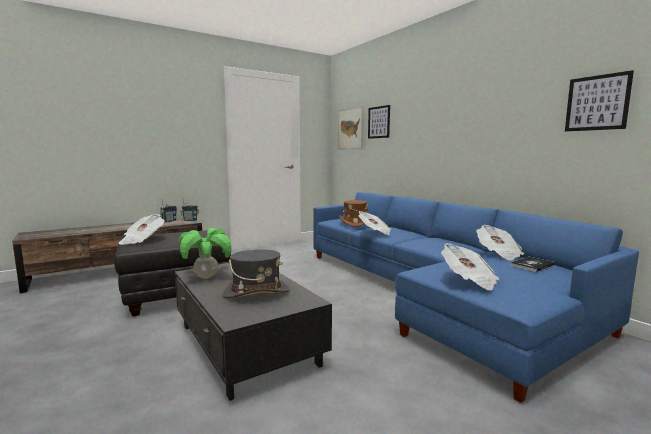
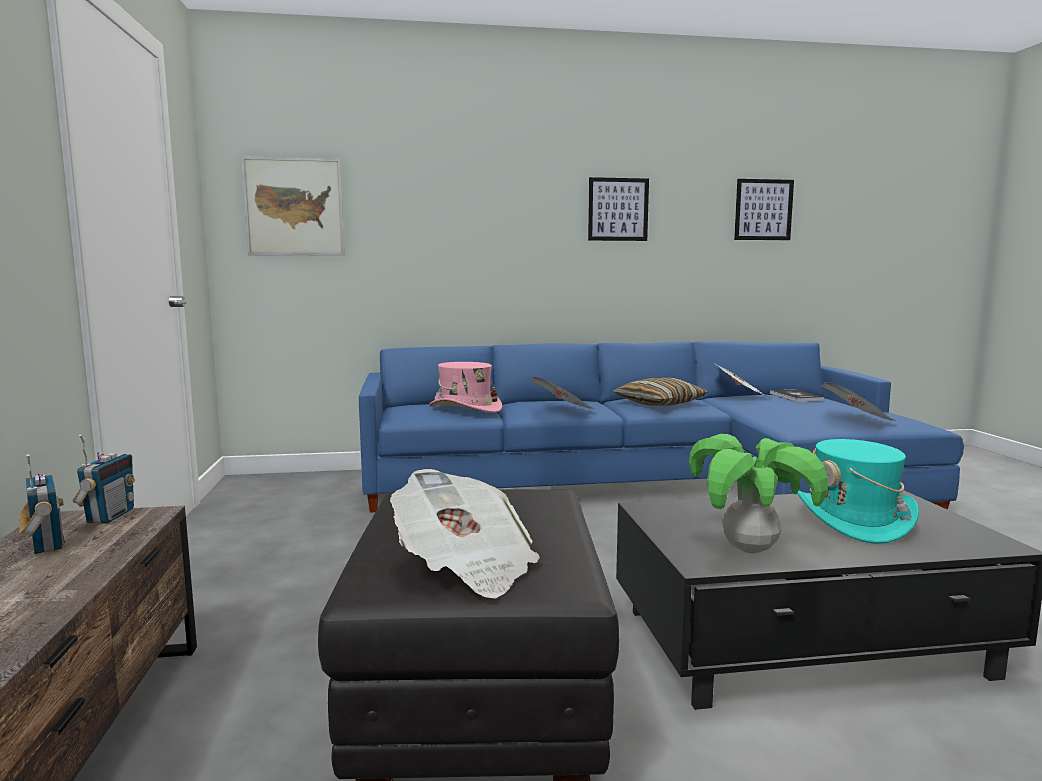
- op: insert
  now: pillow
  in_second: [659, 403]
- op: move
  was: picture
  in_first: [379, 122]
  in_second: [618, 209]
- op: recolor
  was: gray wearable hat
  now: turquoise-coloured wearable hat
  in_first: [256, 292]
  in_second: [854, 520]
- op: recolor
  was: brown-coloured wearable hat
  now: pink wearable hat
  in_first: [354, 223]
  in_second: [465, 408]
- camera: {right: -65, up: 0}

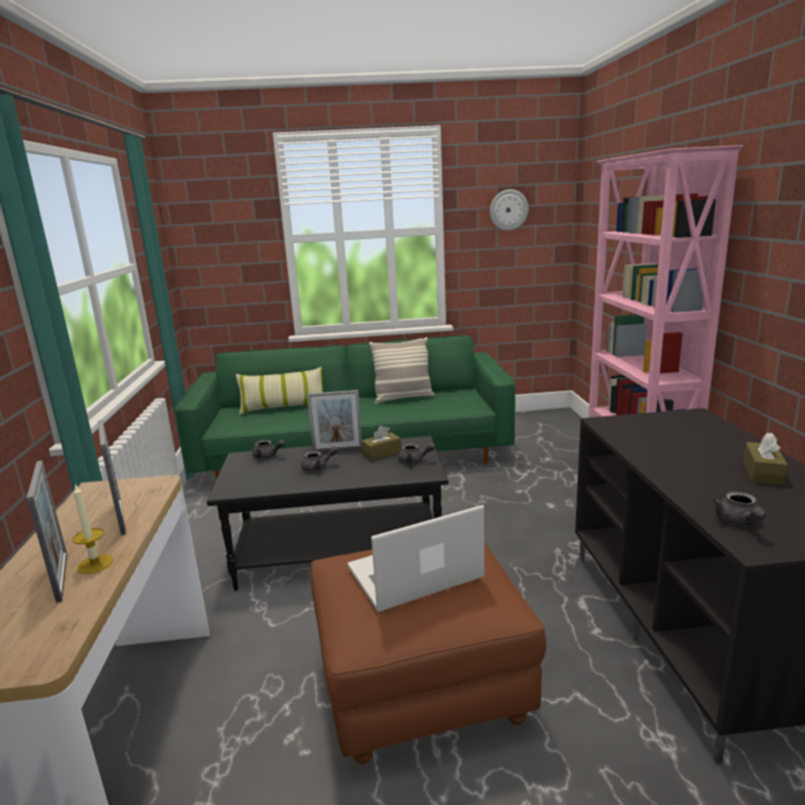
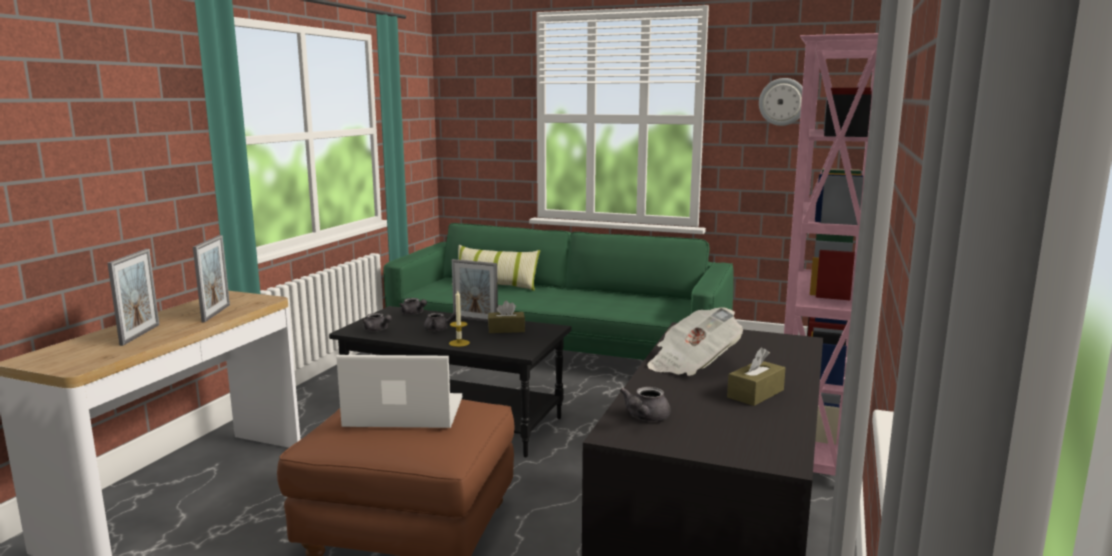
- op: delete
  was: pillow
  in_first: [403, 398]
- op: insert
  now: daily paper
  in_second: [692, 365]
- op: move
  was: candle
  in_first: [95, 564]
  in_second: [459, 343]
- op: move
  was: gray pot for tea
  in_first: [414, 461]
  in_second: [377, 330]
- camera: {right: 25, up: -5}

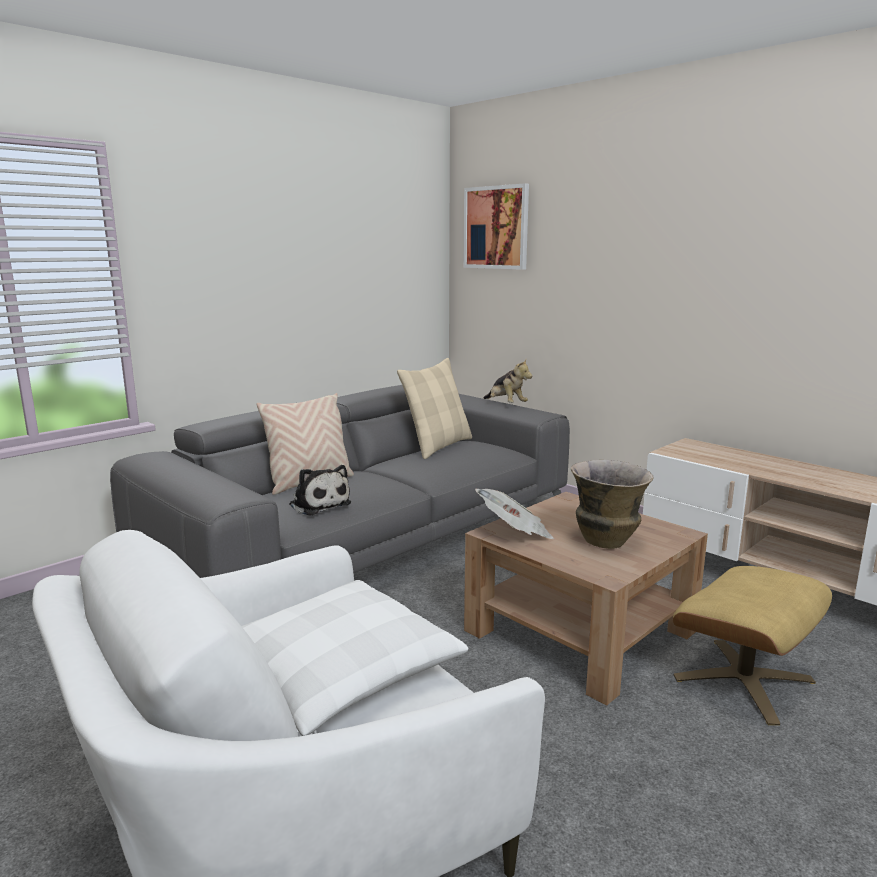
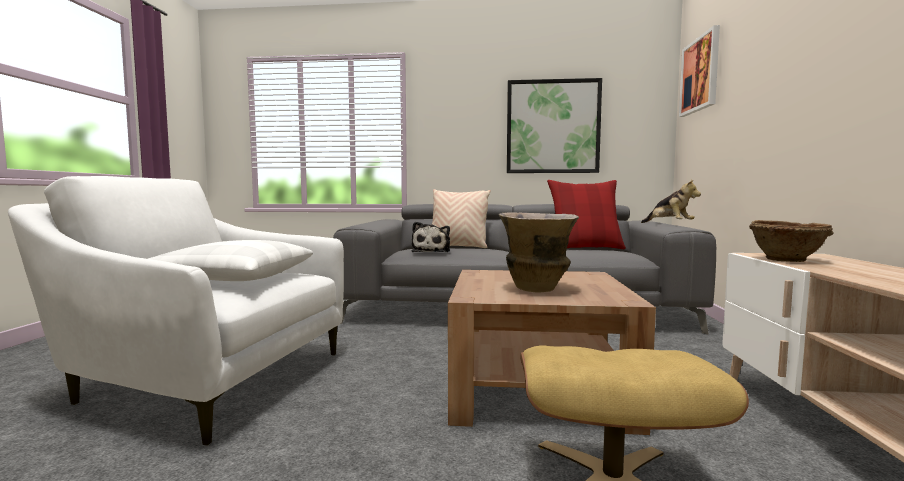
- op: delete
  was: daily paper
  in_first: [515, 533]
- op: insert
  now: picture
  in_second: [553, 127]
- op: insert
  now: brown-coloured deep dish
  in_second: [787, 260]
- op: recolor
  was: beige pillow
  now: red-coloured pillow
  in_first: [438, 446]
  in_second: [585, 248]
- op: rotate
  was: soft toy
  in_first: [506, 404]
  in_second: [669, 224]
  clockwise: -45
- camera: {right: 50, up: -10}

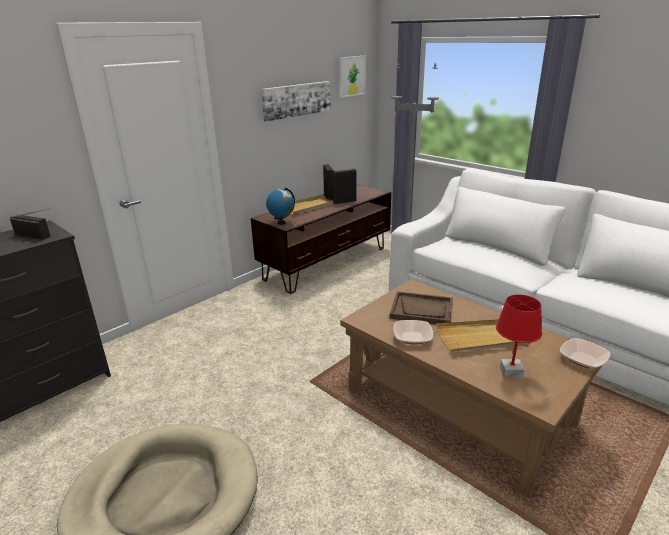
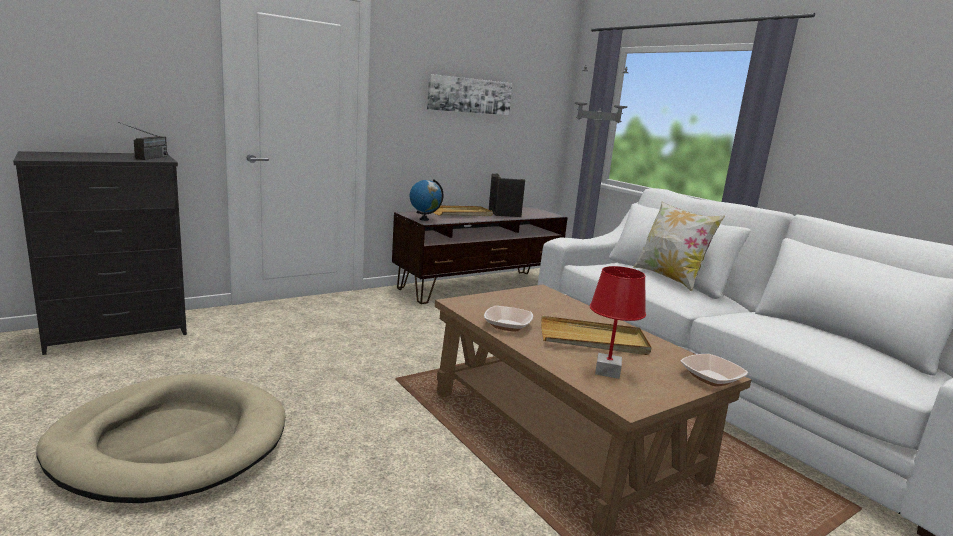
- op: delete
  was: picture
  in_first: [351, 76]
- op: delete
  was: brown-coloured carrying tray
  in_first: [422, 310]
- op: insert
  now: pillow
  in_second: [669, 278]
- op: rotate
  was: radio set
  in_first: [41, 236]
  in_second: [146, 158]
  clockwise: 60
- camera: {right: 10, up: -10}

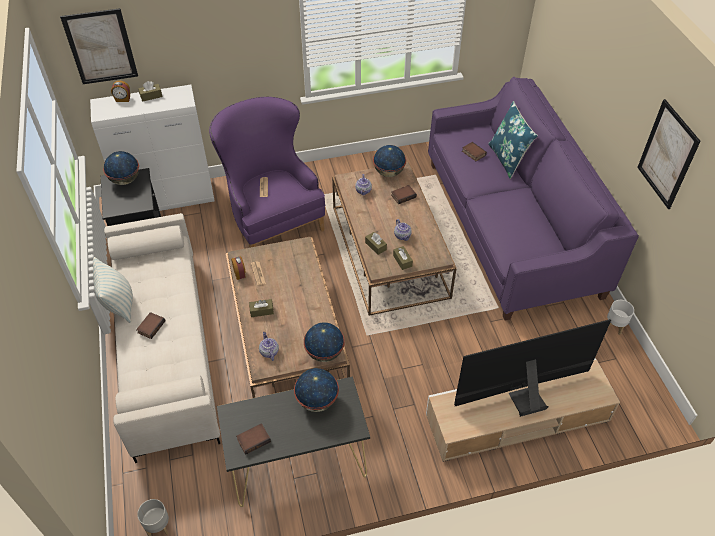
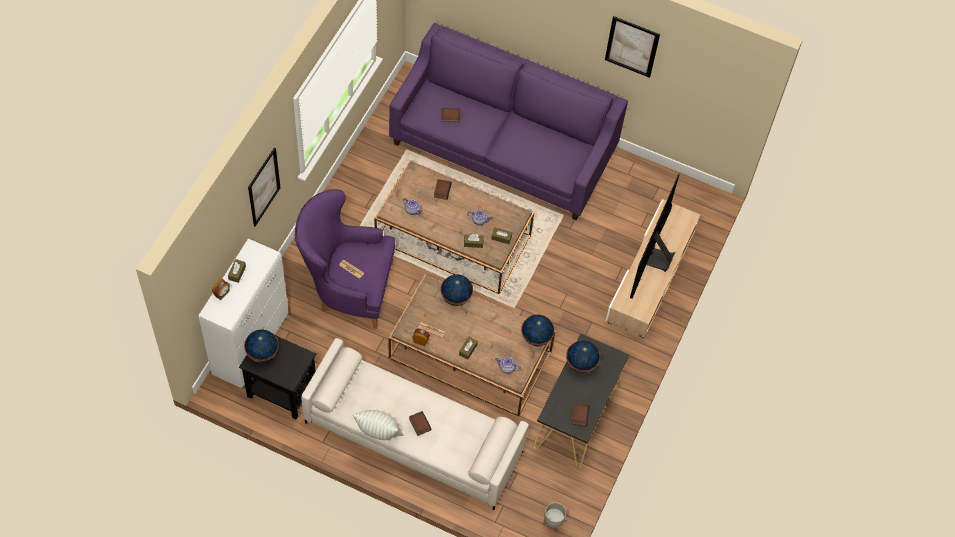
- op: delete
  was: blue pillow
  in_first: [507, 159]
- op: delete
  was: white-coloured planter
  in_first: [615, 326]
- op: move
  was: picture
  in_first: [101, 47]
  in_second: [264, 187]
- op: move
  was: world globe
  in_first: [389, 173]
  in_second: [456, 297]
- camera: {right: -55, up: 10}

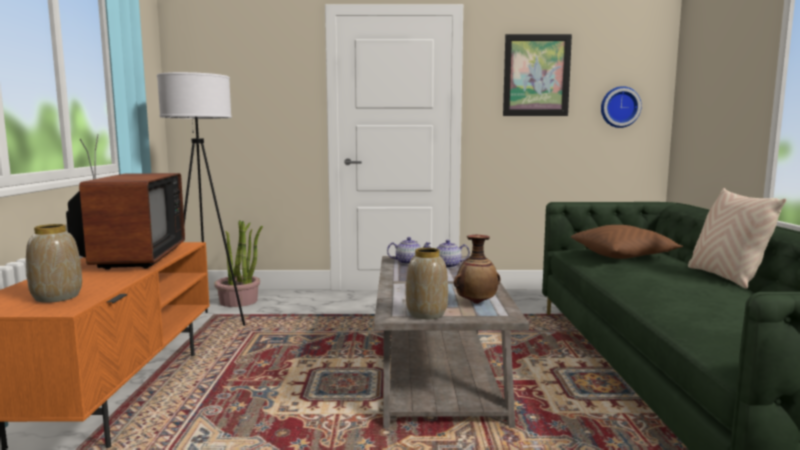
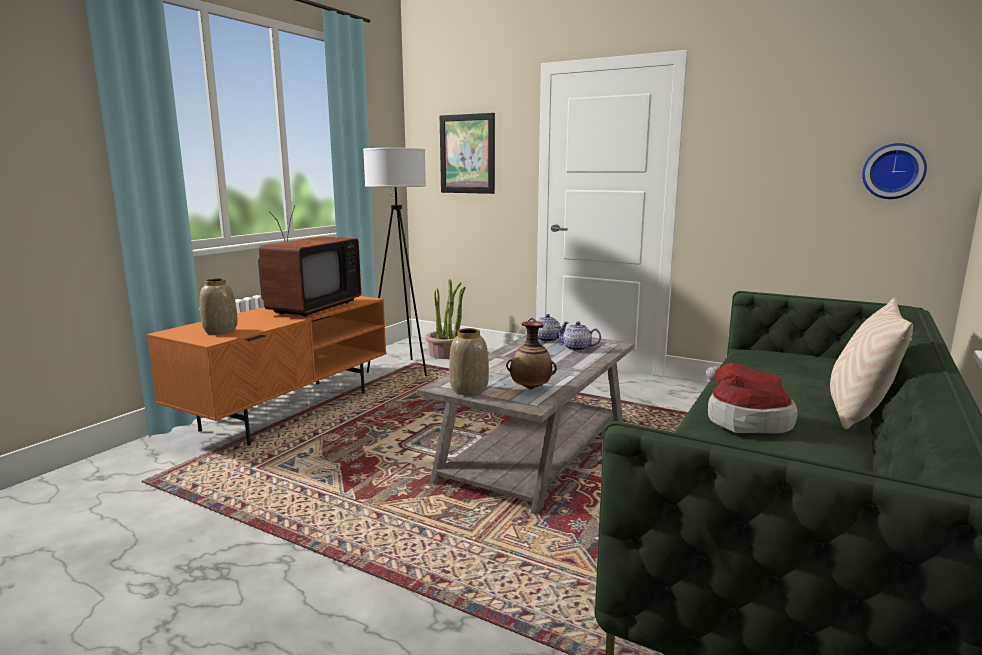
- op: delete
  was: brown-coloured pillow
  in_first: [623, 255]
- op: insert
  now: wearable hat
  in_second: [743, 419]
- op: move
  was: picture
  in_first: [536, 75]
  in_second: [467, 154]
- camera: {right: 30, up: 5}

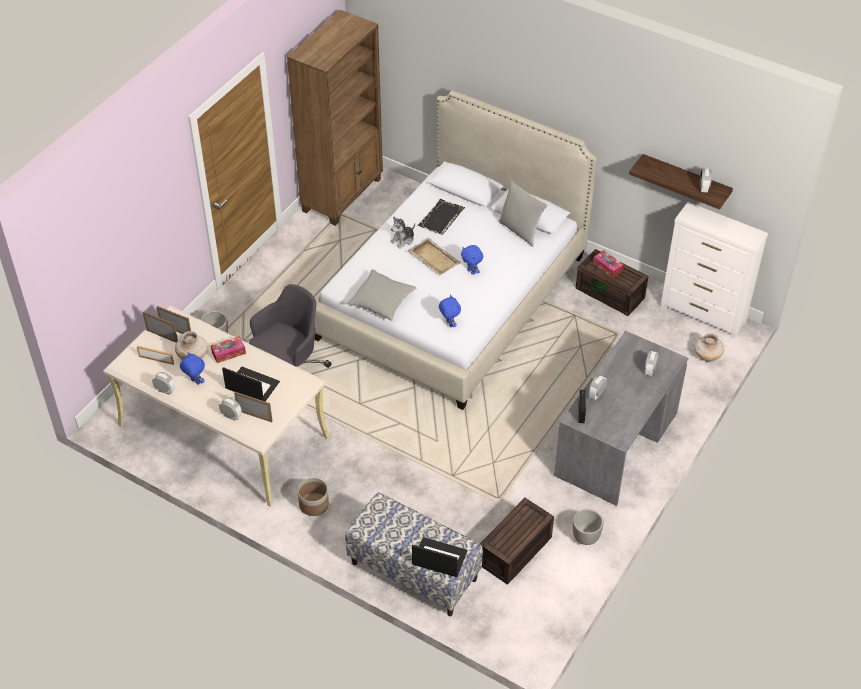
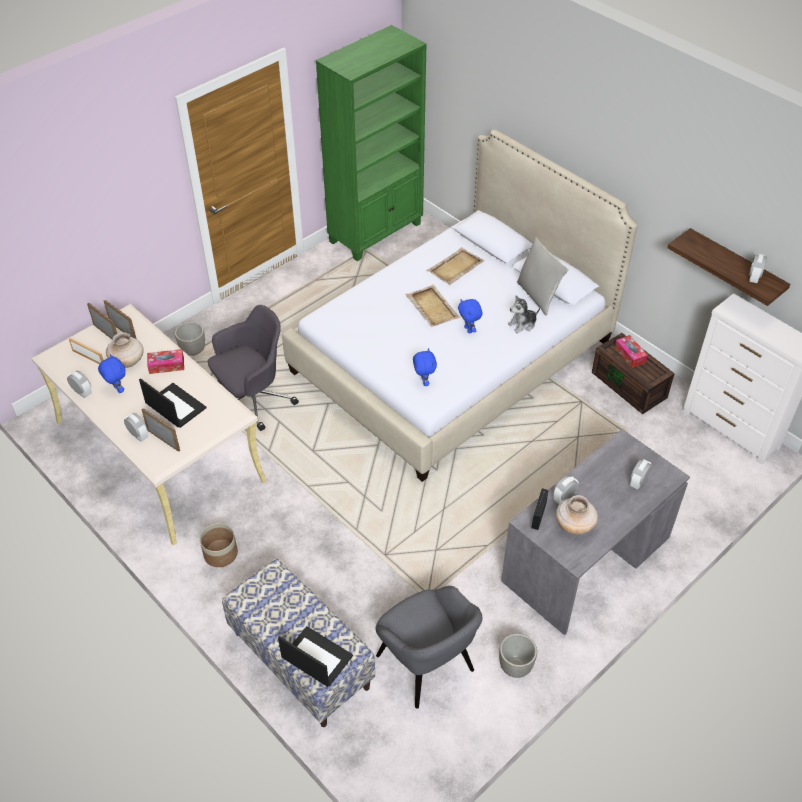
- op: delete
  was: gray pillow
  in_first: [382, 301]
- op: move
  was: soft toy
  in_first: [403, 240]
  in_second: [523, 324]
- op: move
  was: beige vase
  in_first: [707, 356]
  in_second: [574, 525]
- op: replace
  was: brown-coloured storage container
  now: gray lounge chair
  in_first: [515, 552]
  in_second: [426, 665]
- op: recolor
  was: brown-coloured bookshelf
  now: green-coloured bookshelf
  in_first: [343, 195]
  in_second: [376, 232]
- op: recolor
  was: black carrying tray
  now: beige carrying tray
  in_first: [441, 218]
  in_second: [455, 268]
- camera: {right: 15, up: 0}

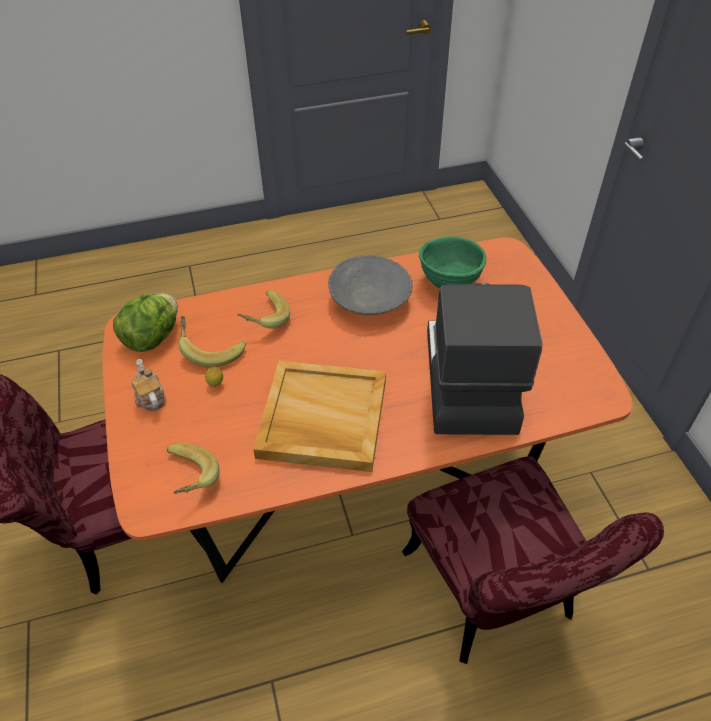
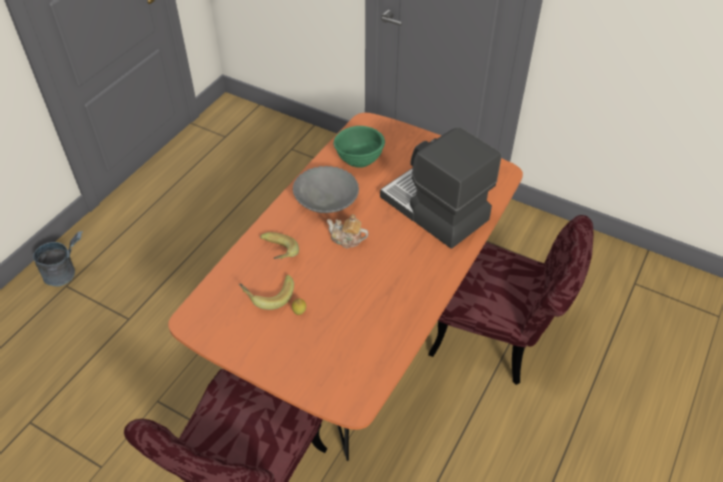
- op: delete
  was: lettuce
  in_first: [152, 338]
- op: delete
  was: banana fruit
  in_first: [188, 480]
- op: delete
  was: beige carrying tray
  in_first: [321, 419]
- op: insert
  now: gray water bucket
  in_second: [66, 273]
- op: move
  was: pot for tea
  in_first: [150, 397]
  in_second: [346, 239]
- camera: {right: -45, up: 0}

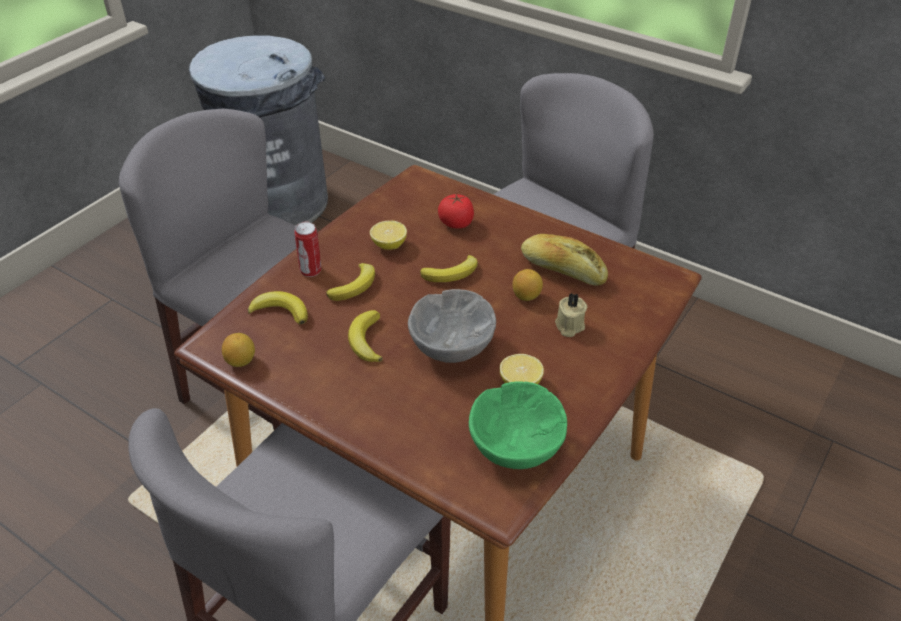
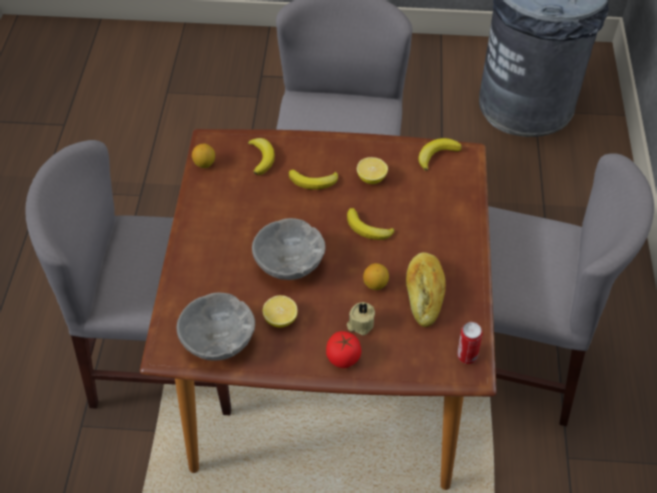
- op: move
  was: can
  in_first: [311, 271]
  in_second: [466, 356]
- op: move
  was: banana fruit
  in_first: [366, 340]
  in_second: [436, 155]
- op: move
  was: tomato
  in_first: [456, 223]
  in_second: [343, 357]
- op: recolor
  was: green-coloured deep dish
  now: gray deep dish
  in_first: [515, 446]
  in_second: [219, 340]
- camera: {right: 60, up: 10}

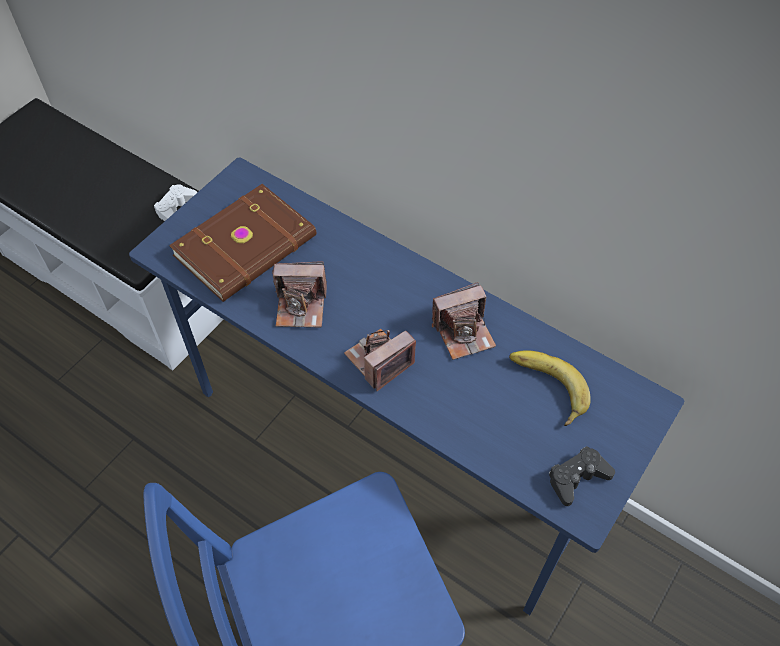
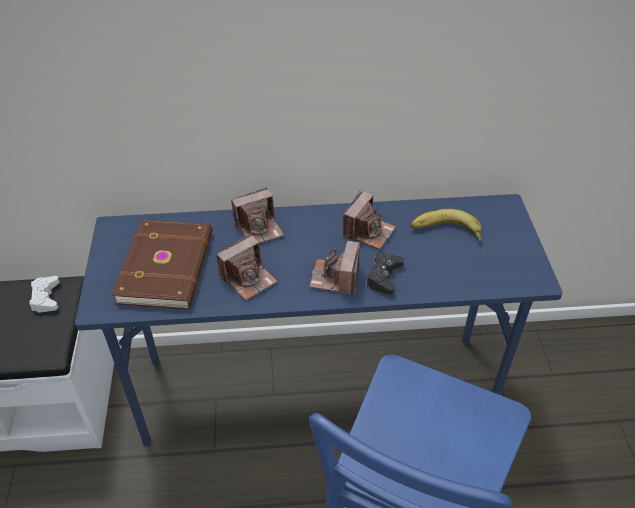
- op: insert
  now: still camera
  in_second: [259, 228]
- op: move
  was: black game controller
  in_first: [577, 478]
  in_second: [384, 277]
- camera: {right: -40, up: -10}

